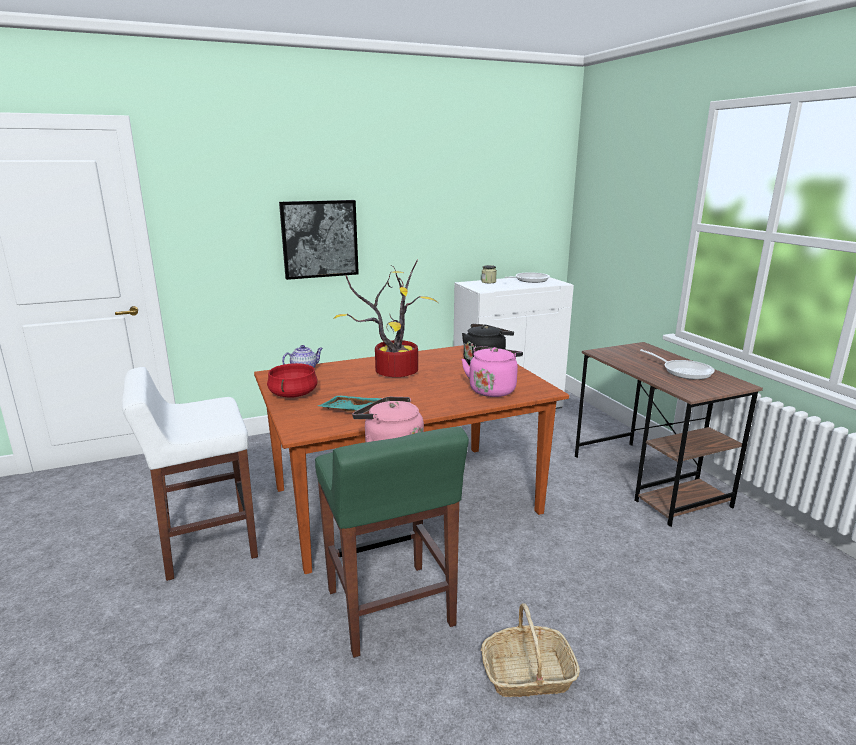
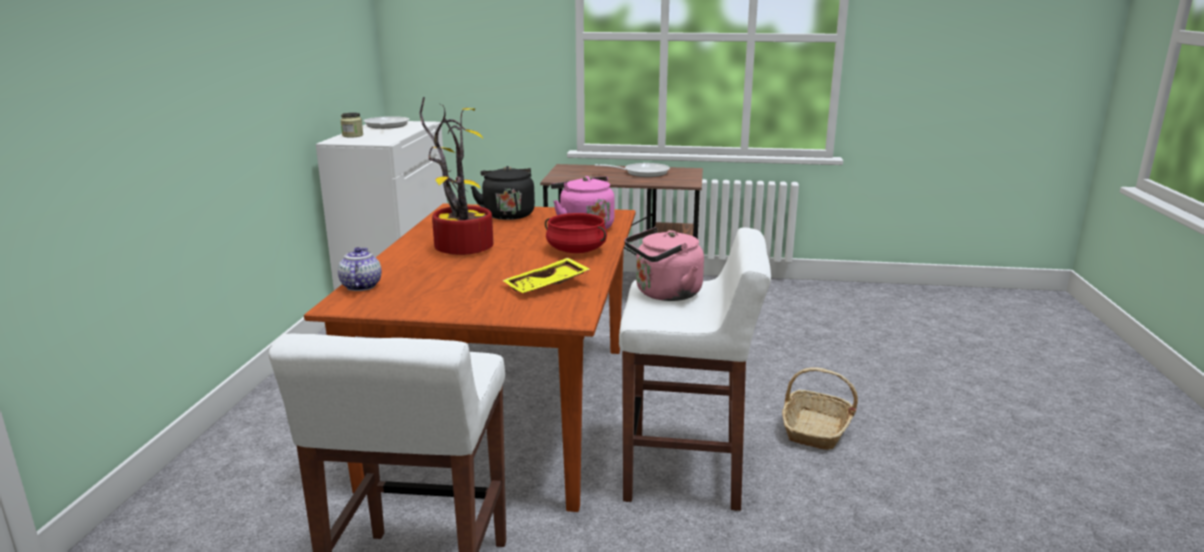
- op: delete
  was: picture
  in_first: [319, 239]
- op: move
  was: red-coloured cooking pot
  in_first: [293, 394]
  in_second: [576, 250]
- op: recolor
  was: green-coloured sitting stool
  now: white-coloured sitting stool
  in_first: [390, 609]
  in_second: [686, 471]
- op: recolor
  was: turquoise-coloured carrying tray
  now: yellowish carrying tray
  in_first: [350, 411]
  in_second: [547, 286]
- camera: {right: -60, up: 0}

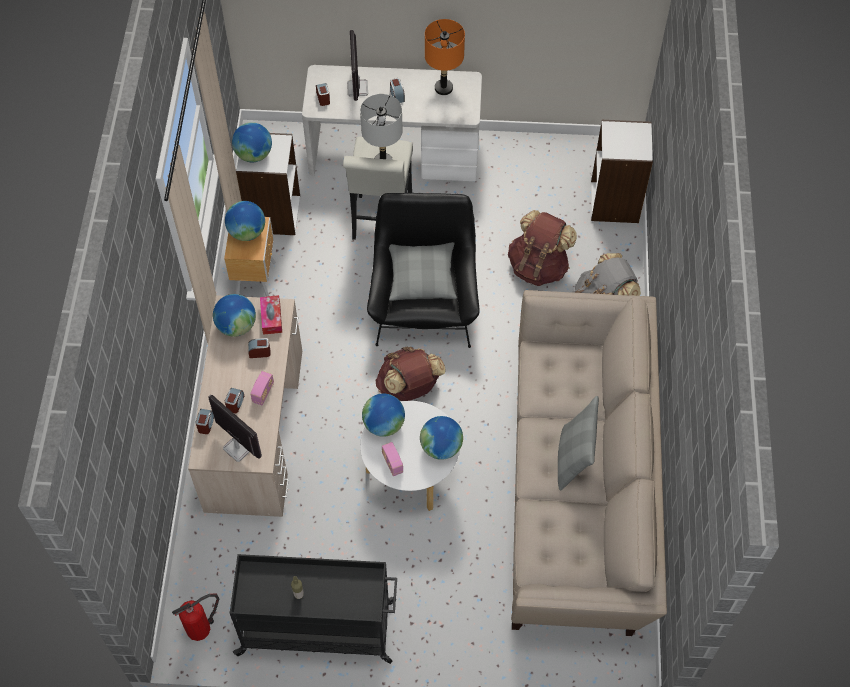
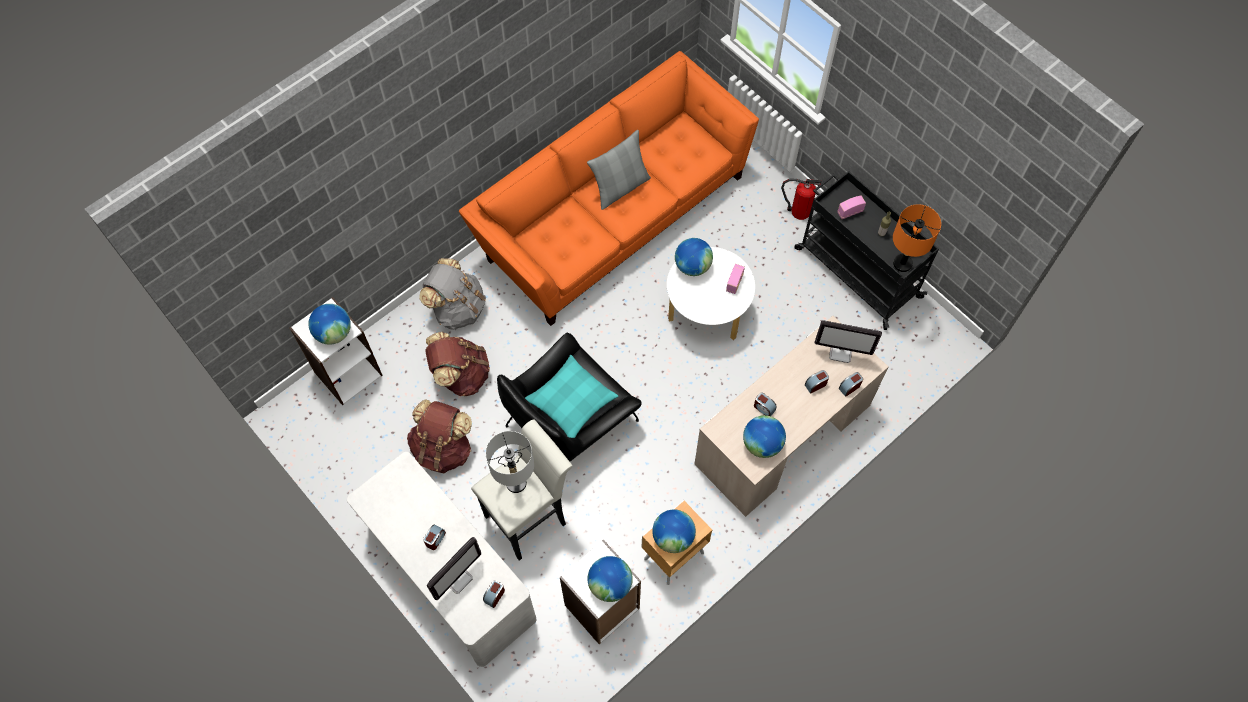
- op: delete
  was: box of tissues
  in_first: [271, 318]
- op: move
  was: fire-fighting cylinder
  in_first: [200, 627]
  in_second: [798, 211]
- op: move
  was: radio set
  in_first: [263, 393]
  in_second: [850, 212]
- op: move
  was: world globe
  in_first: [384, 425]
  in_second: [334, 332]
- op: move
  was: brown-coloured rucksack
  in_first: [409, 388]
  in_second: [443, 448]
- op: move
  was: orange-coloured tabletop lamp
  in_first: [444, 88]
  in_second: [902, 263]
- op: recolor
  was: gray pillow
  now: turquoise-coloured pillow
  in_first: [422, 277]
  in_second: [571, 401]
- op: recolor
  was: beige couch
  now: orange-coloured couch
  in_first: [580, 488]
  in_second: [612, 213]
- op: rotate
  was: computer screen
  in_first: [238, 447]
  in_second: [841, 351]
  clockwise: -75
- camera: {right: -135, up: 5}

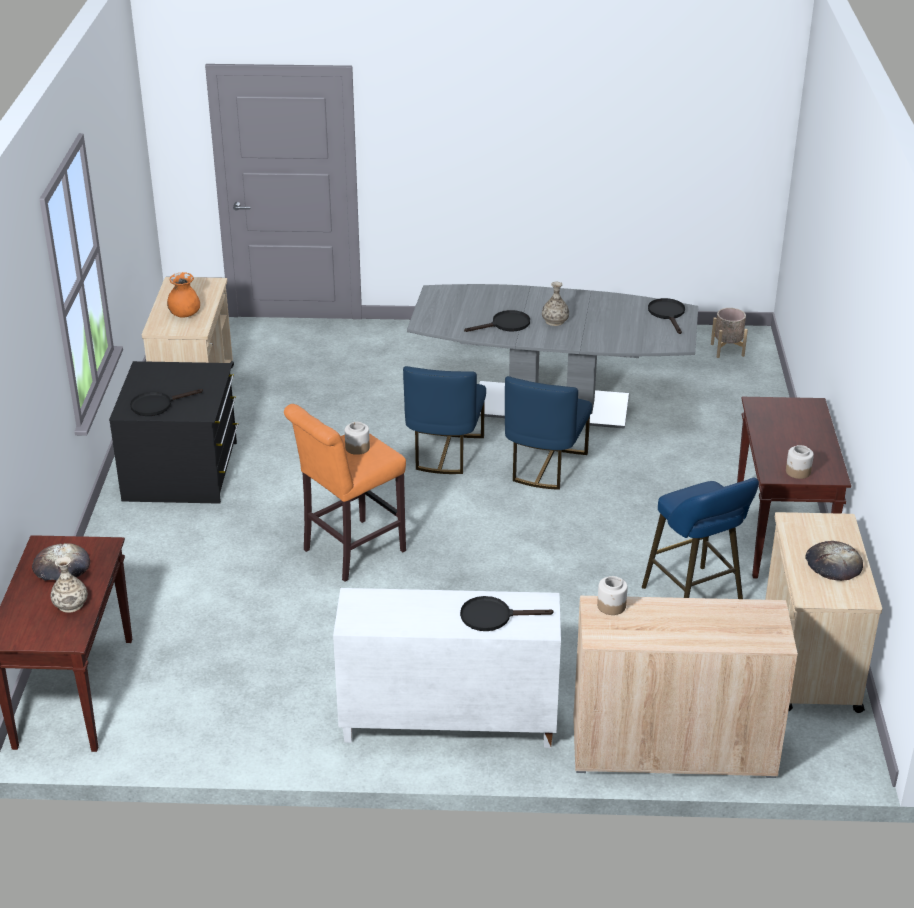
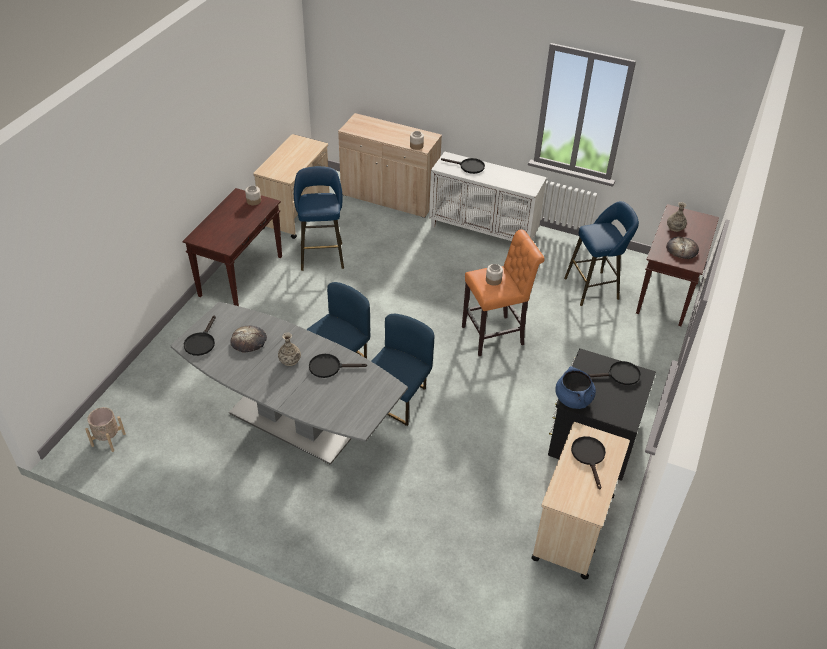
- op: insert
  now: blue cooking pot
  in_second: [573, 399]
- op: insert
  now: blue sitting stool
  in_second: [594, 288]
- op: move
  was: bakery bread
  in_first: [833, 564]
  in_second: [249, 341]
- op: replace
  was: orange-coloured vase
  now: black pan
  in_first: [185, 314]
  in_second: [589, 457]
- camera: {right: -160, up: 10}

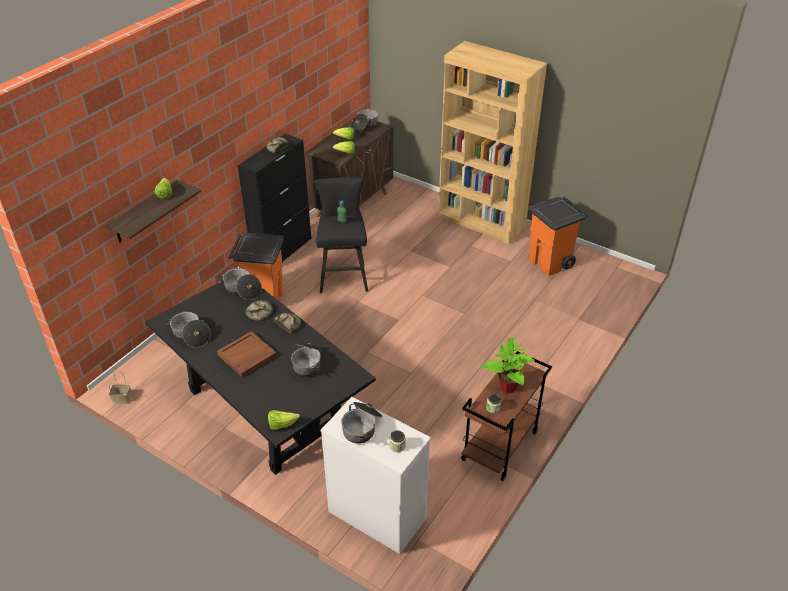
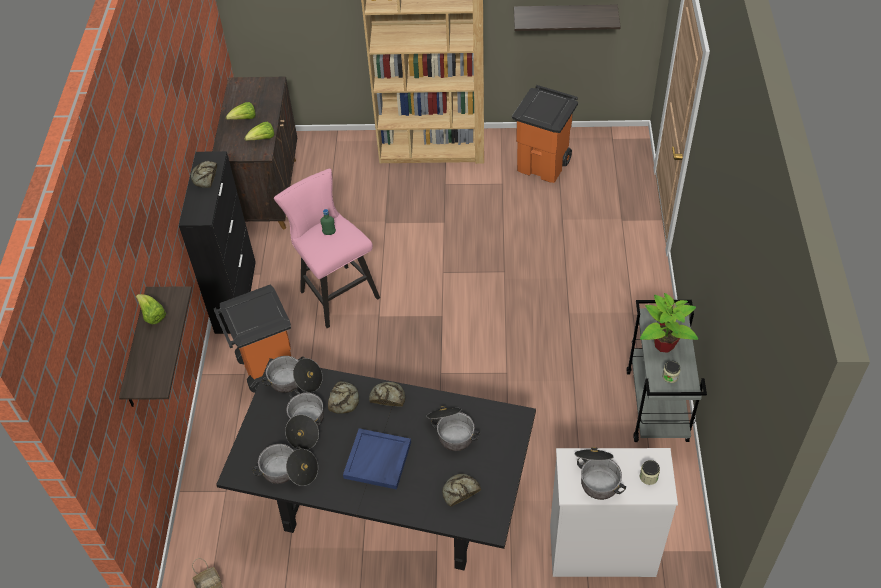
- op: delete
  was: lettuce
  in_first: [282, 425]
- op: insert
  now: bakery bread
  in_second: [459, 491]
- op: insert
  now: shelf
  in_second: [564, 17]
- op: move
  was: cooking pot
  in_first: [364, 126]
  in_second: [306, 425]
- op: recolor
  was: brown-coloured carrying tray
  now: blue carrying tray
  in_first: [247, 356]
  in_second: [378, 460]
- op: recolor
  was: black sitting stool
  now: pink sitting stool
  in_first: [343, 276]
  in_second: [335, 292]
- op: recolor
  was: brown-coloured wheeled cart
  now: gray wheeled cart
  in_first: [500, 447]
  in_second: [657, 406]
- camera: {right: -30, up: 10}

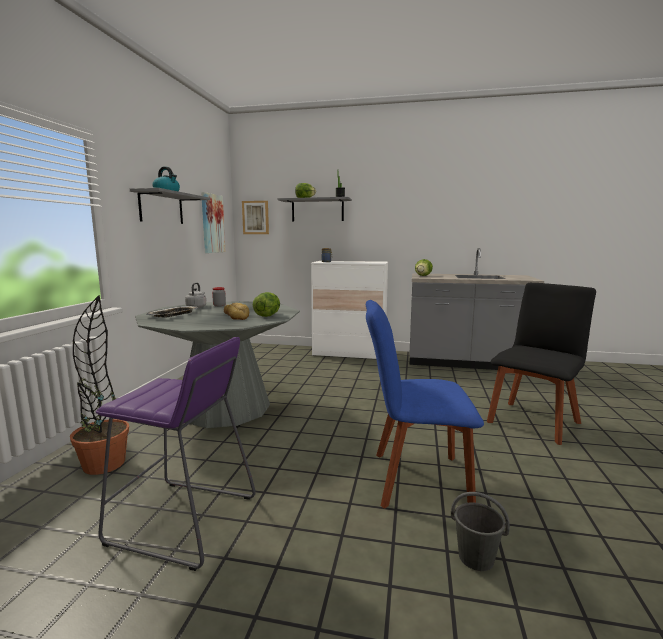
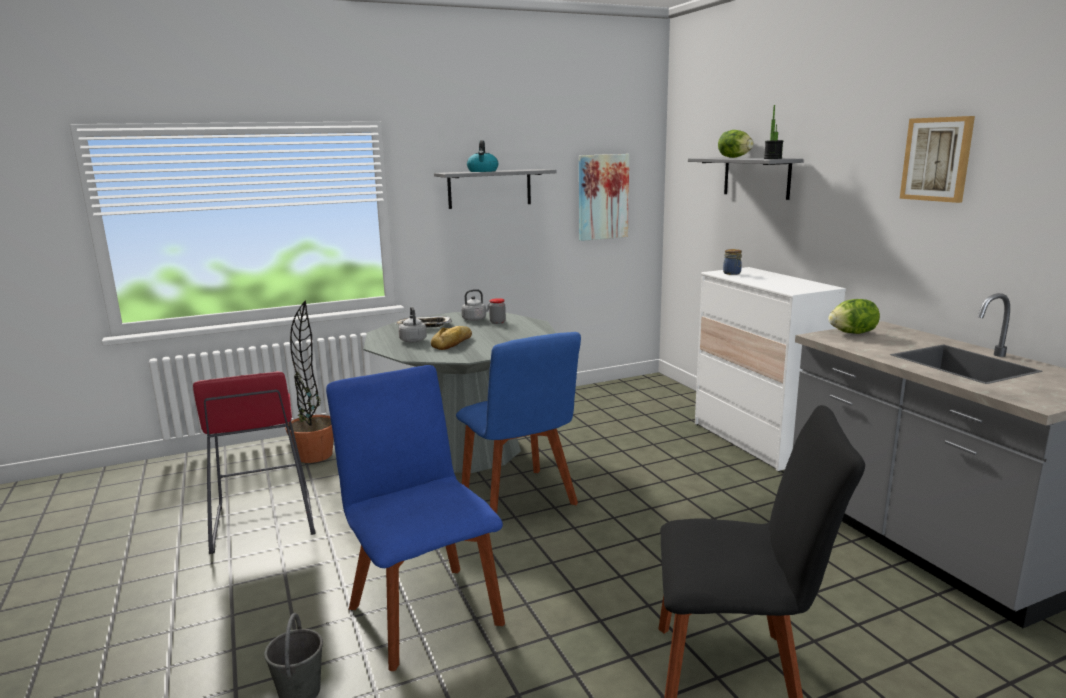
- op: delete
  was: lettuce
  in_first: [267, 315]
- op: insert
  now: gray water kettle
  in_second: [413, 340]
- op: insert
  now: blue plain chair
  in_second: [520, 499]
- op: move
  was: picture
  in_first: [255, 217]
  in_second: [937, 159]
- op: recolor
  was: purplish sitting stool
  now: red-coloured sitting stool
  in_first: [183, 520]
  in_second: [263, 521]
- camera: {right: 55, up: 5}

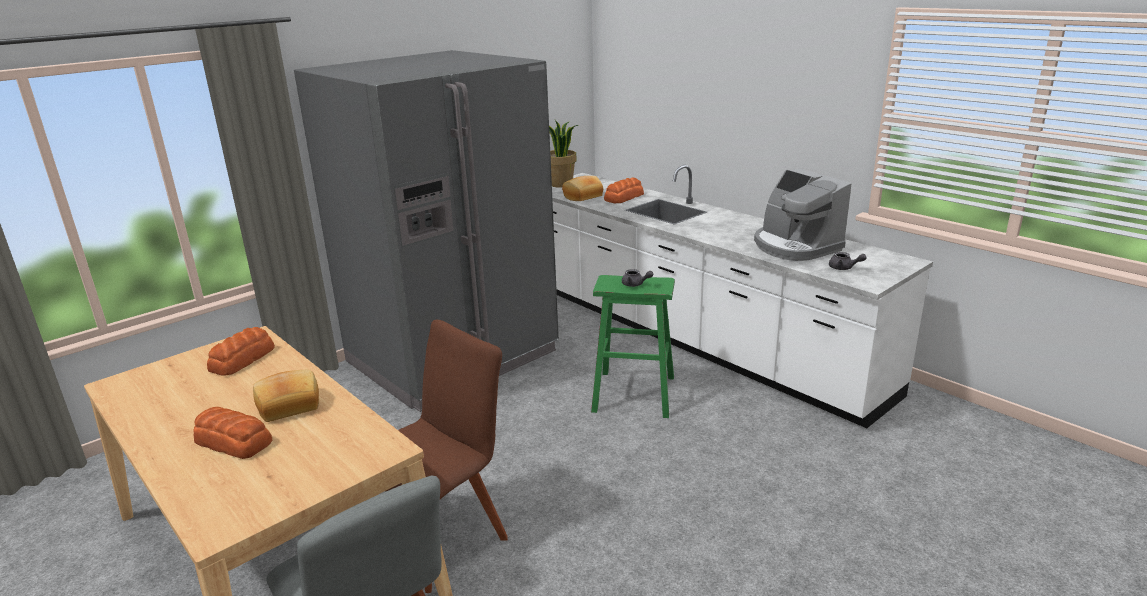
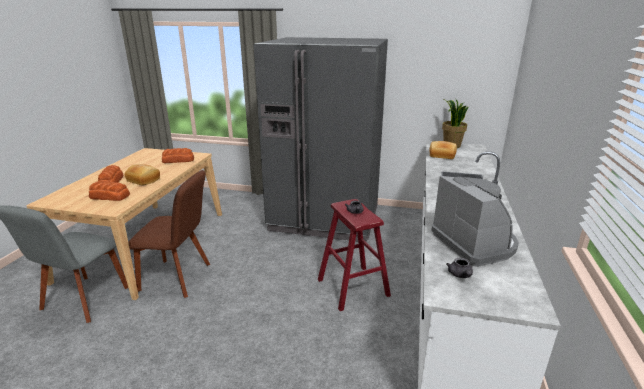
- op: move
  was: bakery bread
  in_first: [623, 197]
  in_second: [109, 196]
- op: recolor
  was: green-coloured sitting stool
  now: red-coloured sitting stool
  in_first: [634, 394]
  in_second: [353, 287]
- op: rotate
  was: coffee brewer
  in_first: [795, 246]
  in_second: [475, 243]
  clockwise: 135
- camera: {right: 55, up: 0}

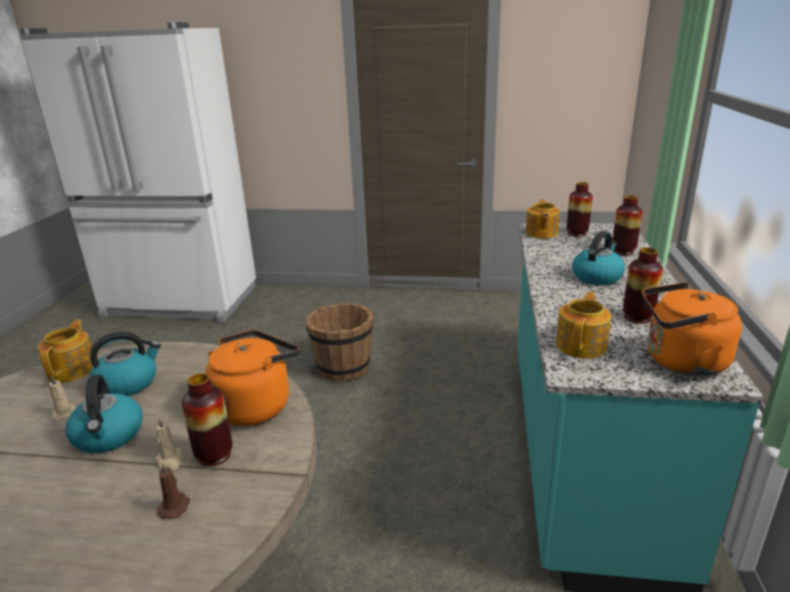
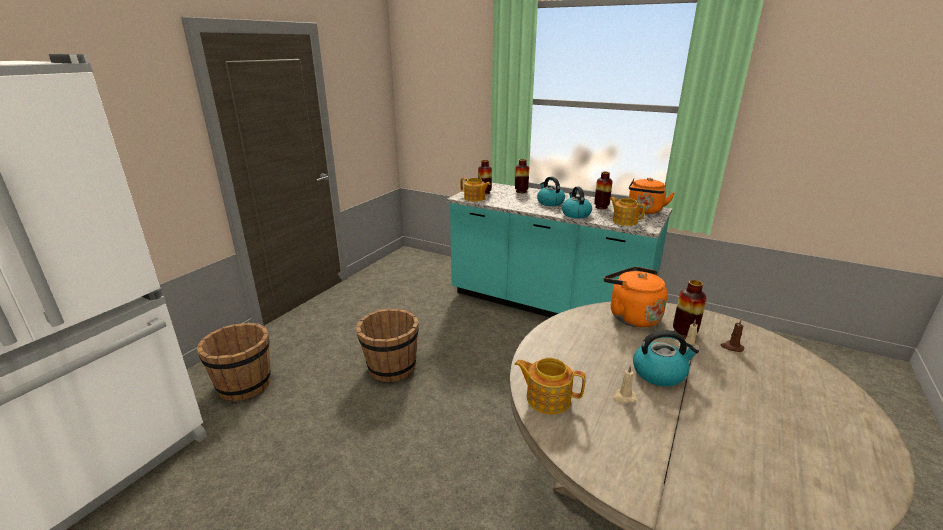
- op: insert
  now: brown-coloured water bucket
  in_second: [244, 385]
- op: move
  was: water kettle
  in_first: [128, 383]
  in_second: [575, 214]
- camera: {right: -70, up: 0}

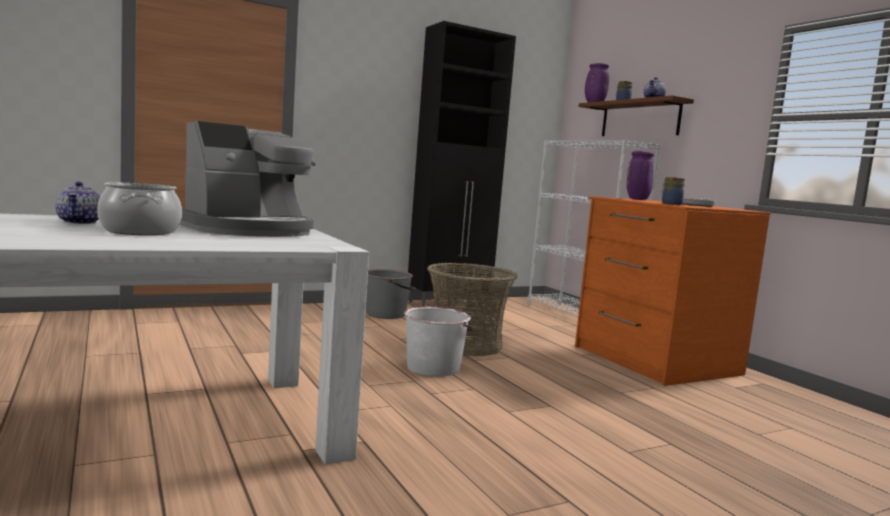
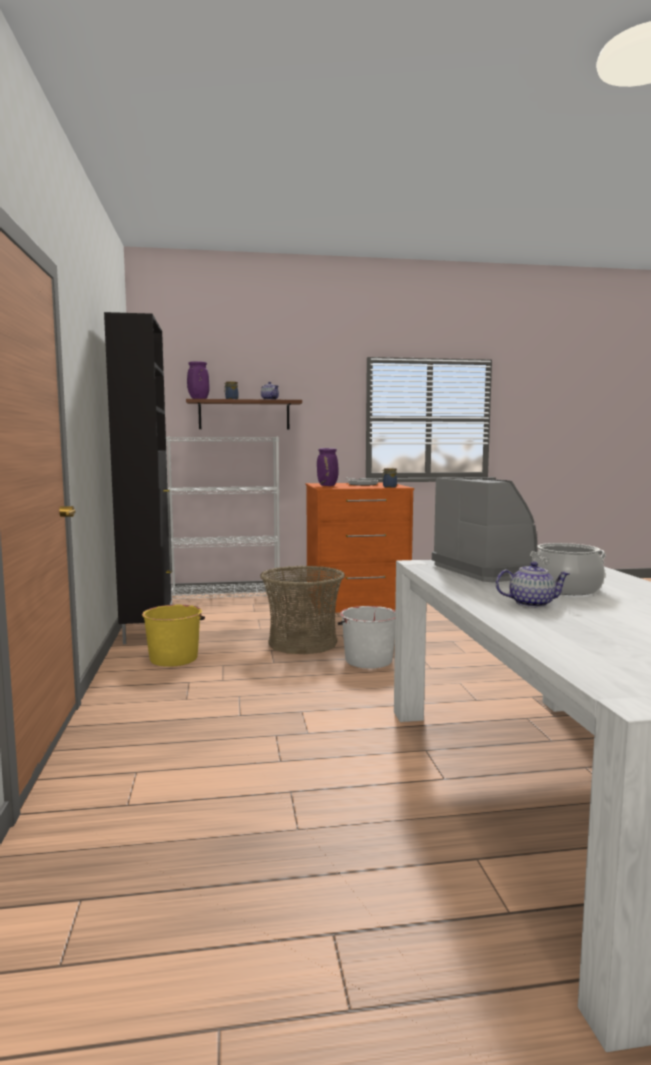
- op: recolor
  was: gray water bucket
  now: yellowish water bucket
  in_first: [386, 314]
  in_second: [174, 658]
- camera: {right: -70, up: 0}

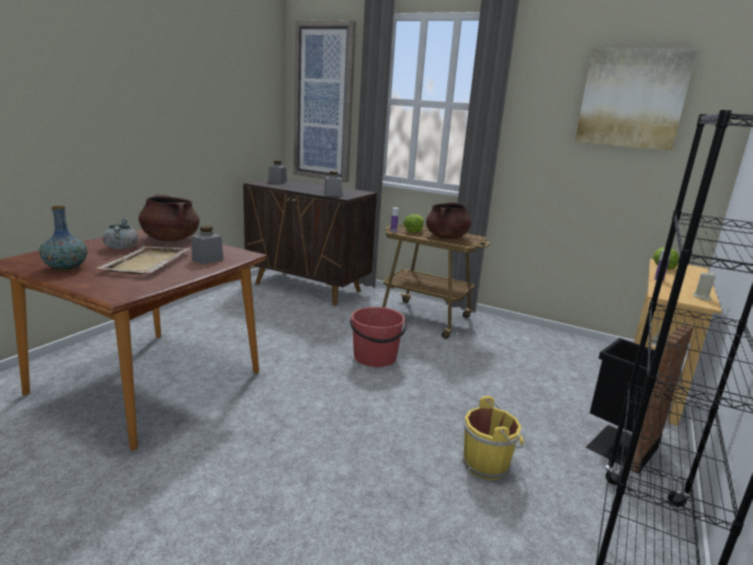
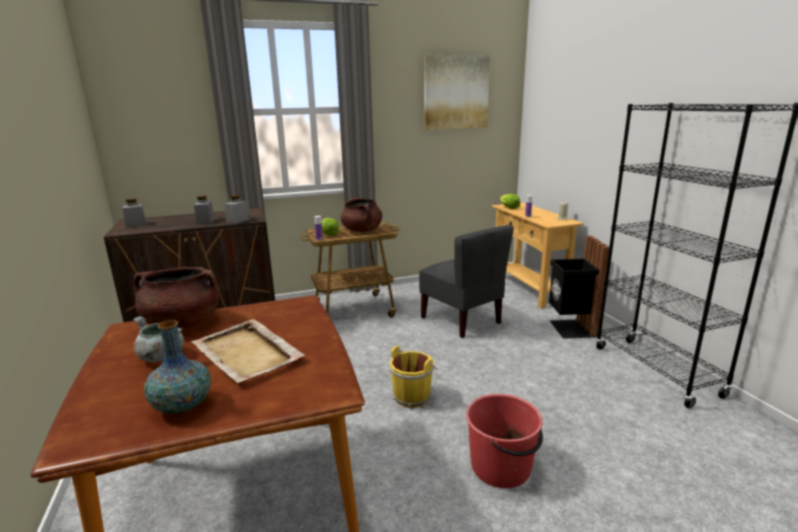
- op: delete
  was: picture
  in_first: [324, 103]
- op: insert
  now: gray plain chair
  in_second: [462, 320]
- op: move
  was: gray preserve jar
  in_first: [207, 260]
  in_second: [205, 221]
- op: move
  was: red-coloured water bucket
  in_first: [375, 358]
  in_second: [501, 467]
- op: move
  was: yellowish water bucket
  in_first: [488, 464]
  in_second: [413, 396]
- camera: {right: -45, up: 0}

